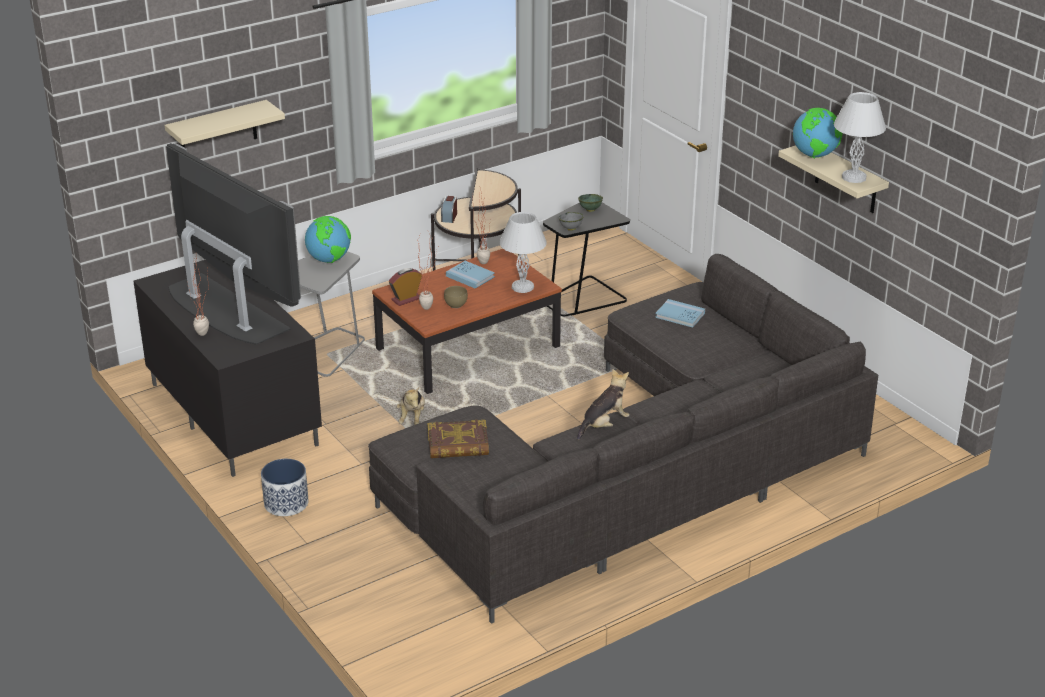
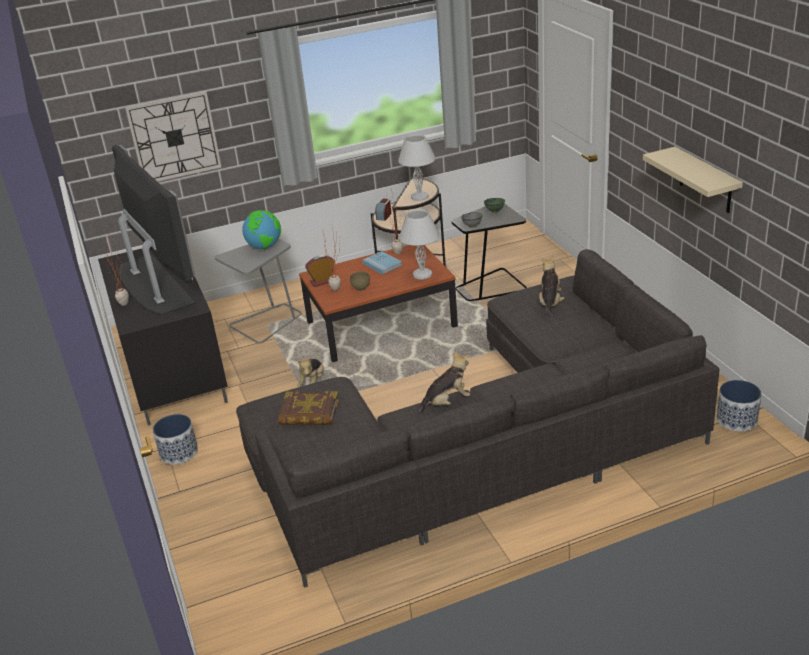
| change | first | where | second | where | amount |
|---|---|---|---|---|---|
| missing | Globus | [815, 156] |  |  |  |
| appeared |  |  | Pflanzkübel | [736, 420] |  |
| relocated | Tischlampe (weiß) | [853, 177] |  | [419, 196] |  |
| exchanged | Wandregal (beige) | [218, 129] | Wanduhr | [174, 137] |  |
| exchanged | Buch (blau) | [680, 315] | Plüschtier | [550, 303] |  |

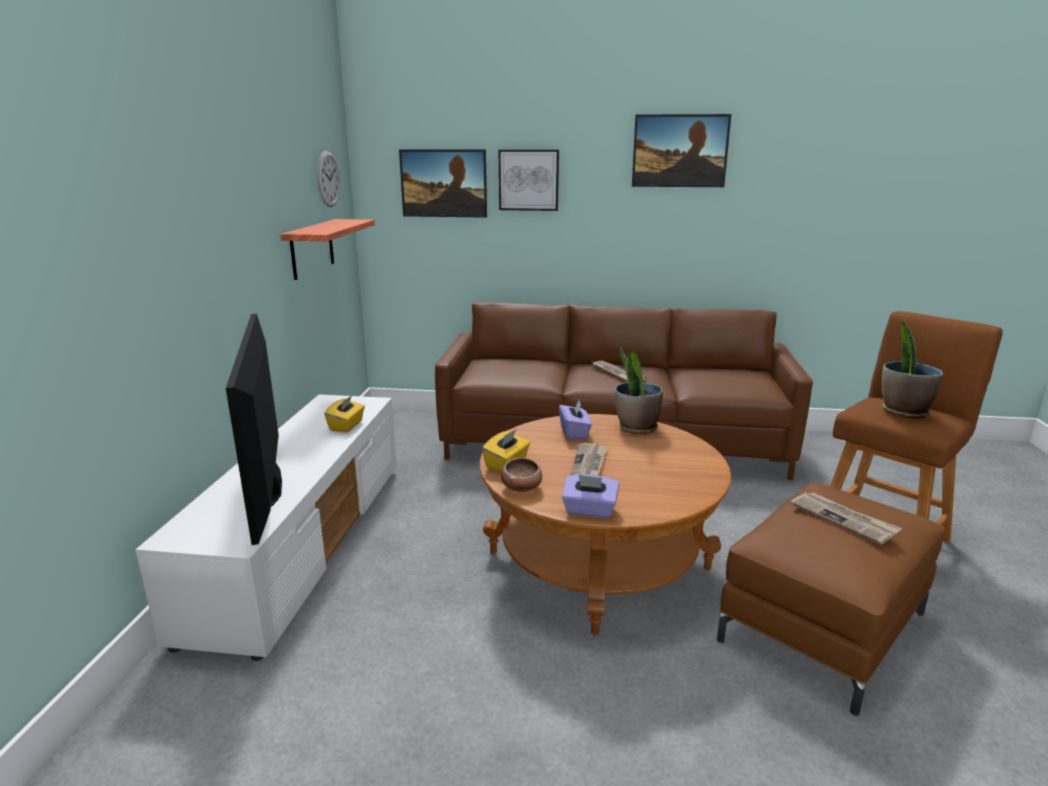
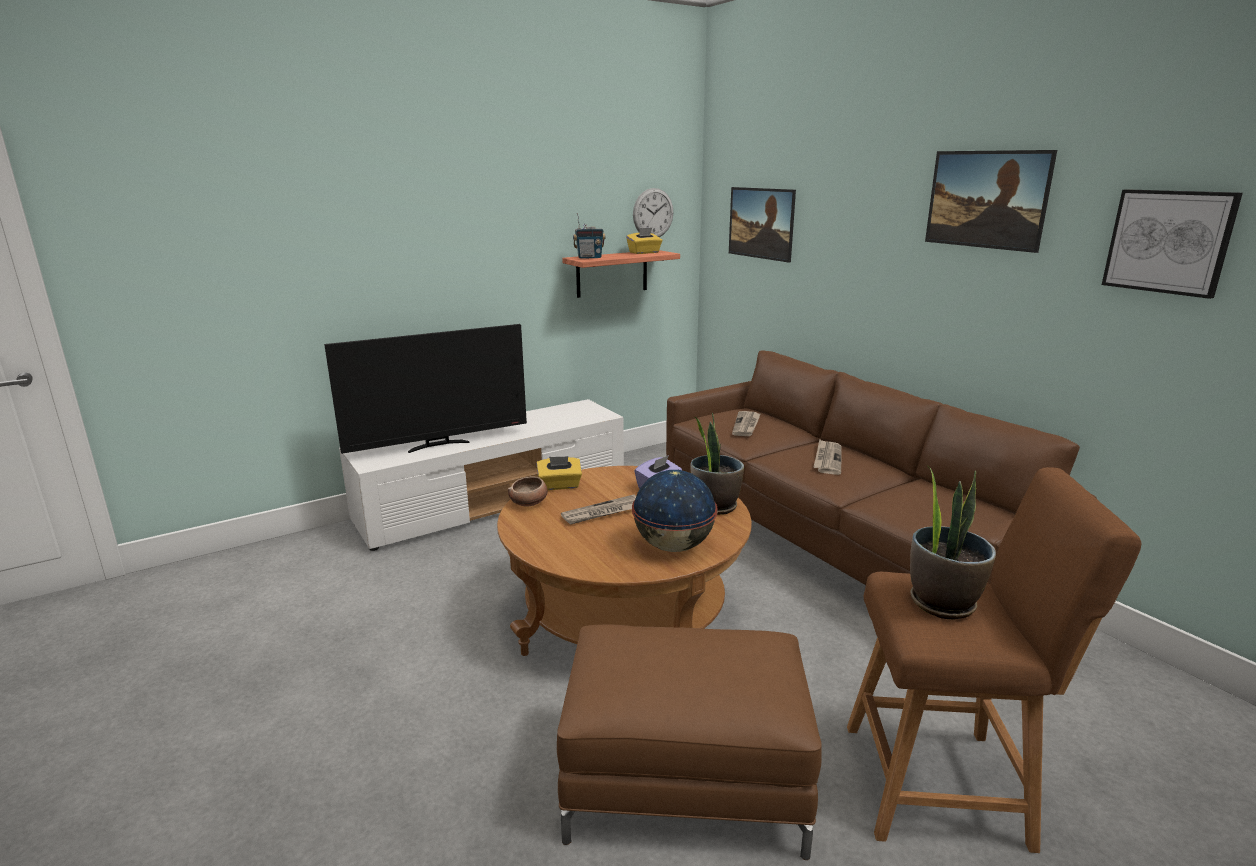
| change | first | where | second | where | amount |
|---|---|---|---|---|---|
| missing | Taschentuchbox (lila) | [589, 511] |  |  |  |
| appeared |  |  | Radio | [589, 258] |  |
| appeared |  |  | Globus | [674, 546] |  |
| relocated | Taschentuchbox (gelb) | [347, 426] |  | [644, 252] |  |
| relocated | Bild | [528, 180] |  | [1169, 241] |  |
| relocated | Zeitung | [843, 519] |  | [746, 425] |  |
| spun | Fernseher | [271, 490] |  | [438, 445] | 150 degrees counterclockwise |

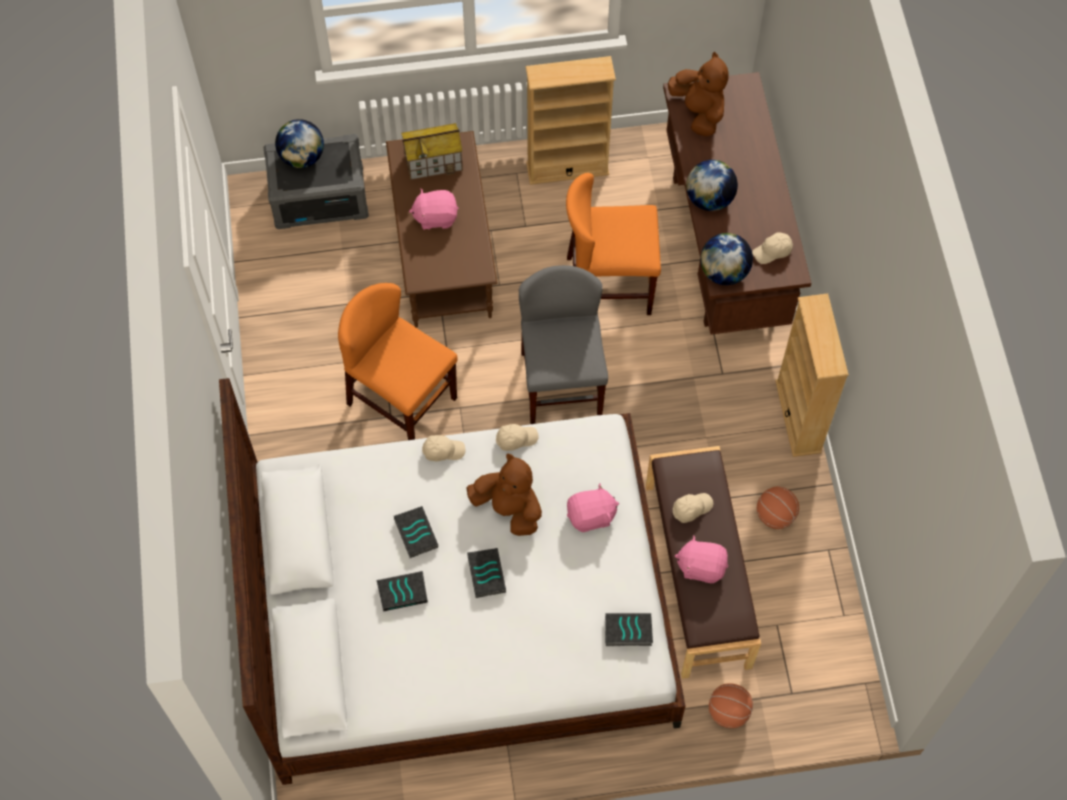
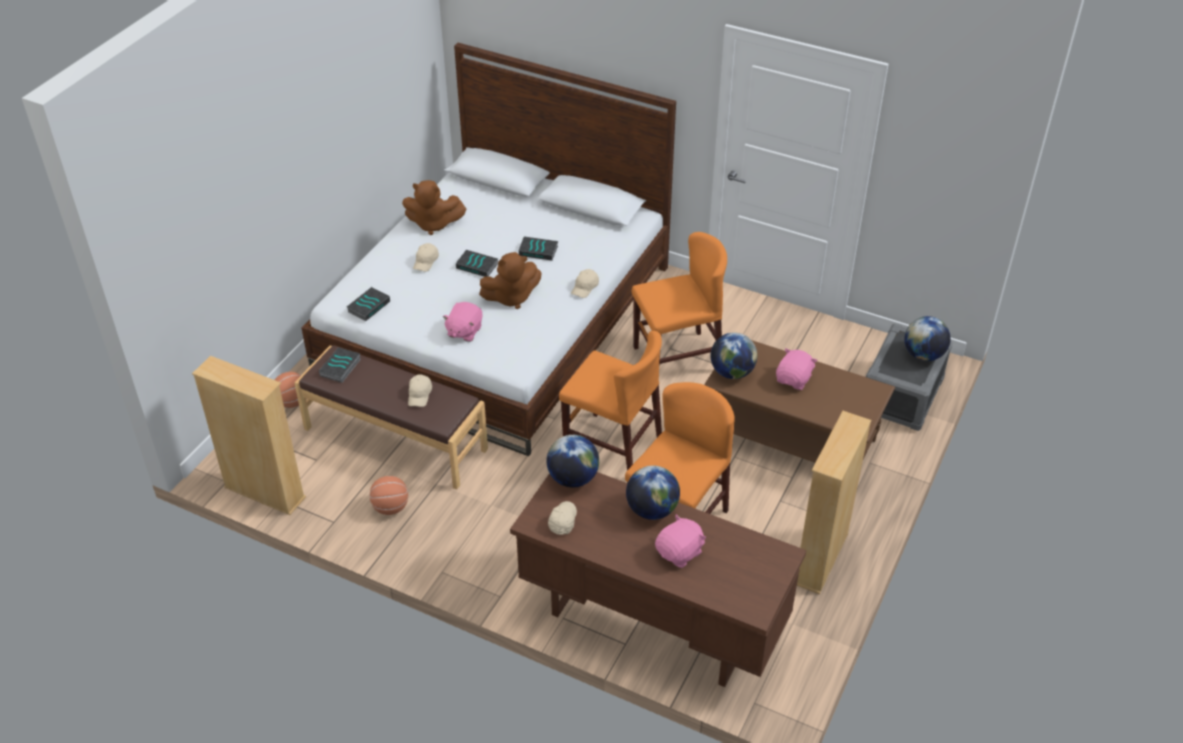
| change | first | where | second | where | amount |
|---|---|---|---|---|---|
| missing | Spielzeughaus | [434, 162] |  |  |  |
| appeared |  |  | Globus | [732, 372] |  |
| relocated | Buch | [403, 591] |  | [341, 368] |  |
| relocated | Kappe (beige) | [516, 439] |  | [426, 262] |  |
| relocated | Plüschtier (braun) | [698, 112] |  | [433, 224] |  |
| relocated | Plüschtier (rosa) | [701, 566] |  | [680, 552] |  |
| relocated | Bücherregal (beige) | [798, 416] |  | [265, 492] |  |
| colour | Stuhl (grau) | [561, 385] | Stuhl (orange) | [612, 446] |  |

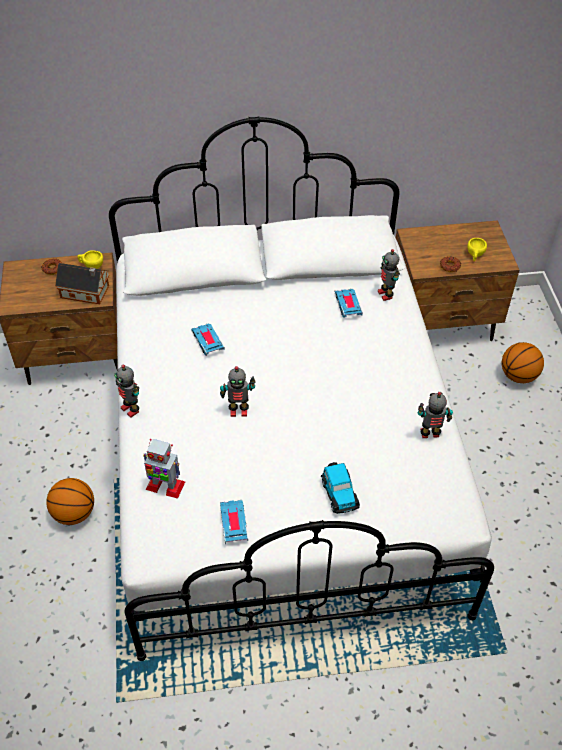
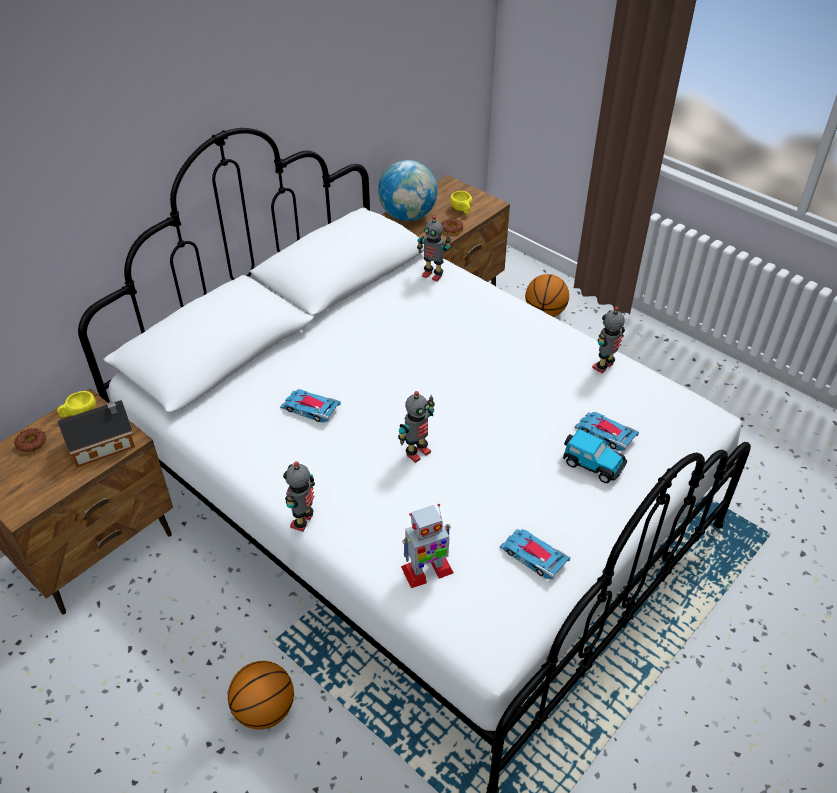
| change | first | where | second | where | amount |
|---|---|---|---|---|---|
| appeared |  |  | Globus | [408, 216] |  |
| relocated | Spielzeugauto | [348, 305] |  | [605, 434] |  |
| spun | Spielzeugroboter | [131, 409] |  | [303, 522] | 105 degrees clockwise |

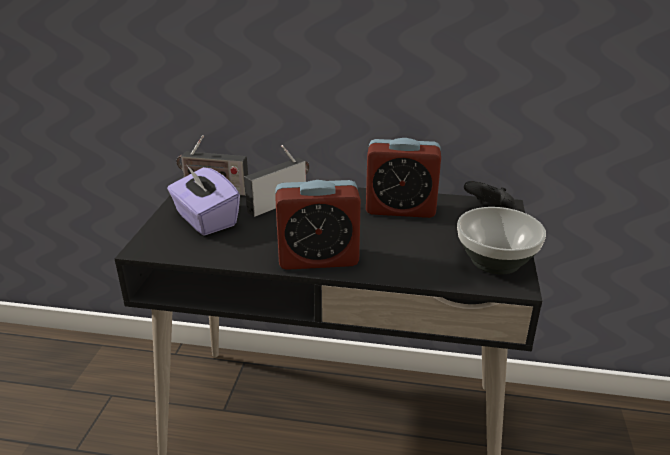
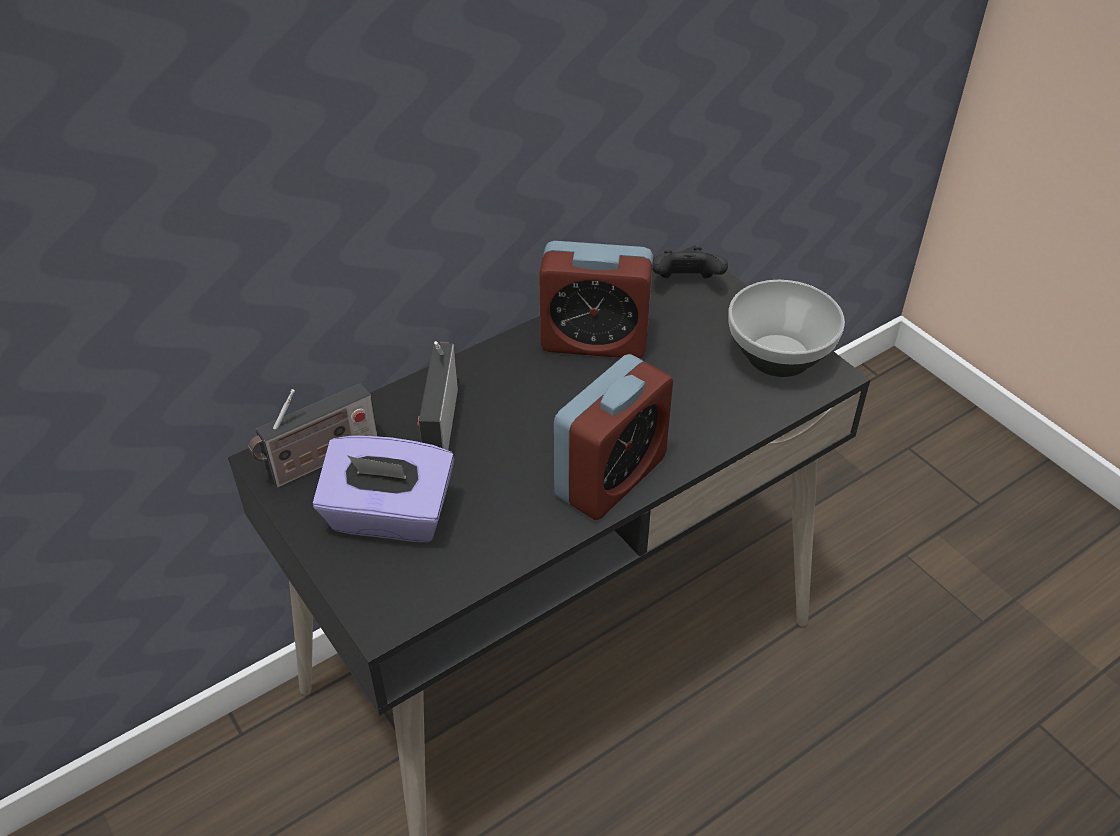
| change | first | where | second | where | amount |
|---|---|---|---|---|---|
| spun | Wecker | [400, 209] |  | [594, 340] | 45 degrees clockwise |

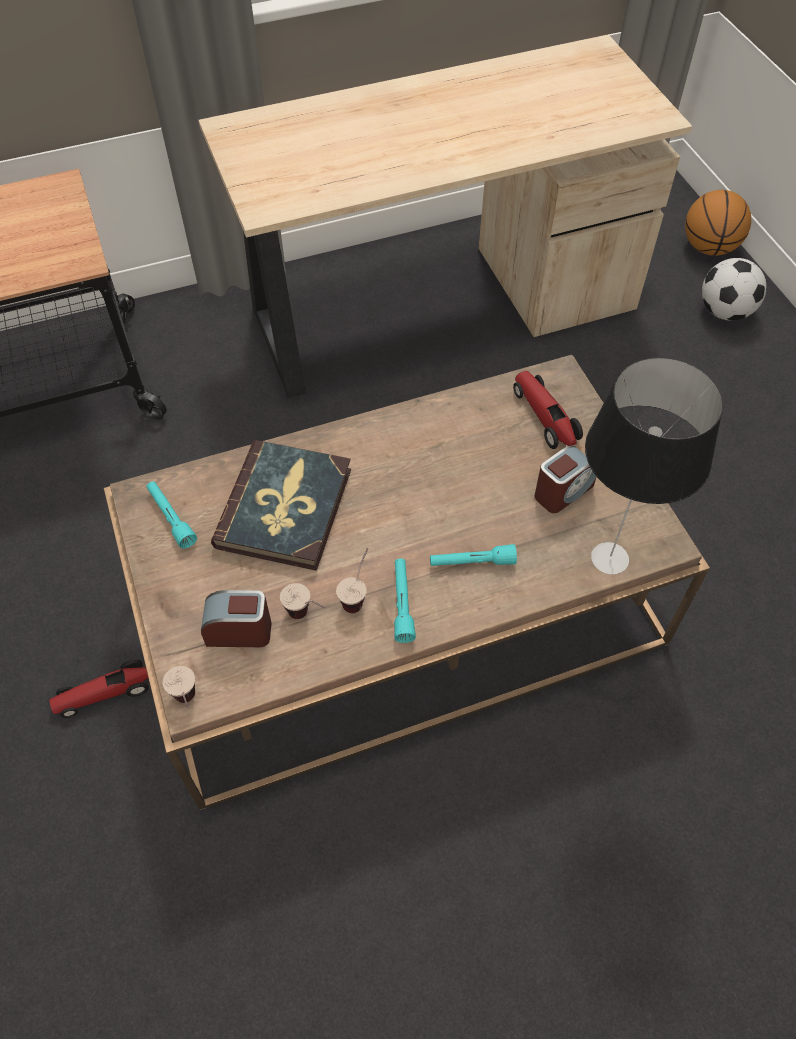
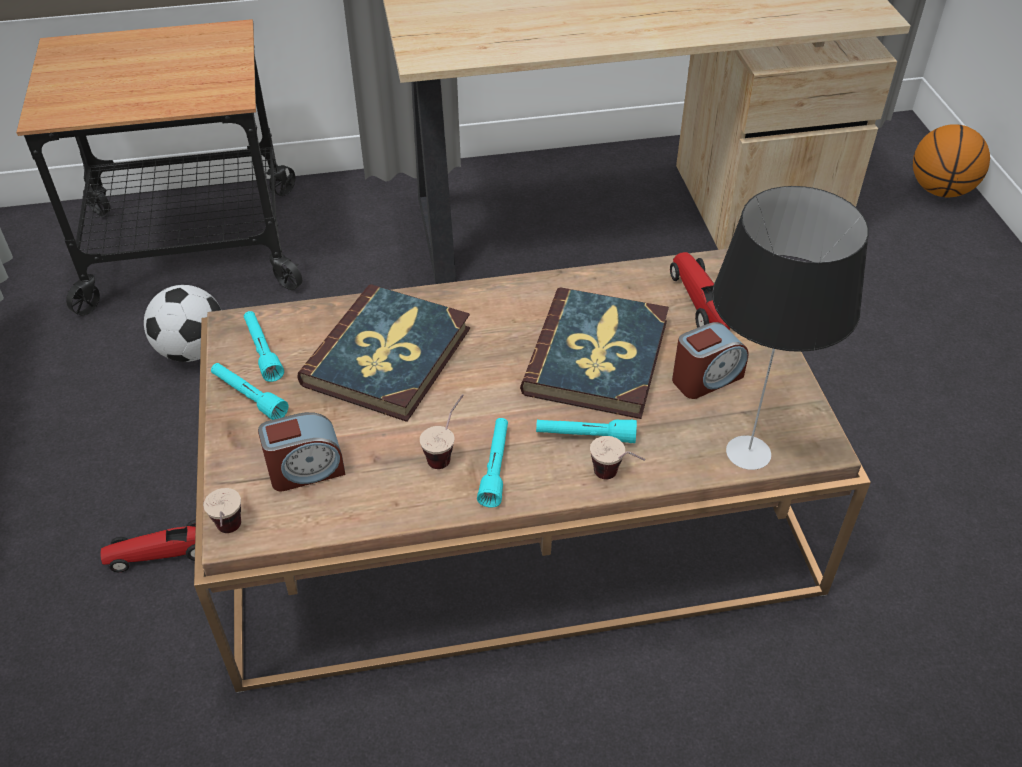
| change | first | where | second | where | amount |
|---|---|---|---|---|---|
| appeared |  |  | Taschenlampe (türkis) | [249, 397] |  |
| appeared |  |  | Buch | [597, 357] |  |
| relocated | Tasse | [307, 617] |  | [616, 479] |  |
| relocated | Fußball | [725, 311] |  | [193, 350] |  |
| spun | Wecker | [239, 631] |  | [306, 470] | 150 degrees clockwise |

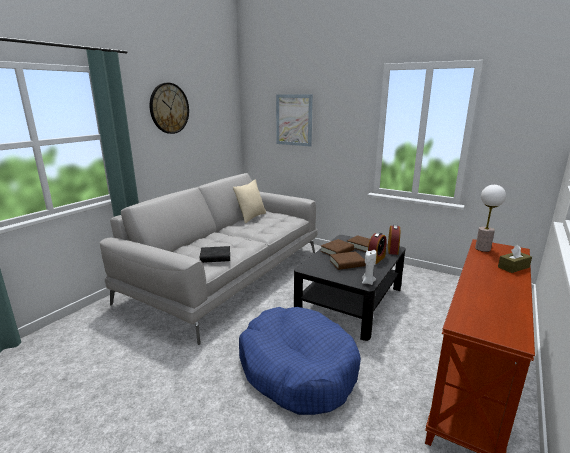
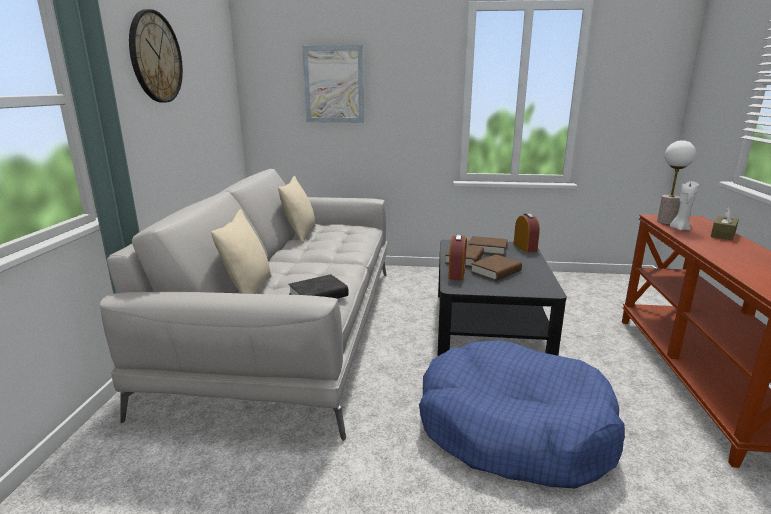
| change | first | where | second | where | amount |
|---|---|---|---|---|---|
| appeared |  |  | Kissen (beige) | [249, 290] |  |
| relocated | Kerze (weiß) | [368, 282] |  | [679, 229] |  |
| relocated | Wecker | [376, 259] |  | [456, 273] |  |

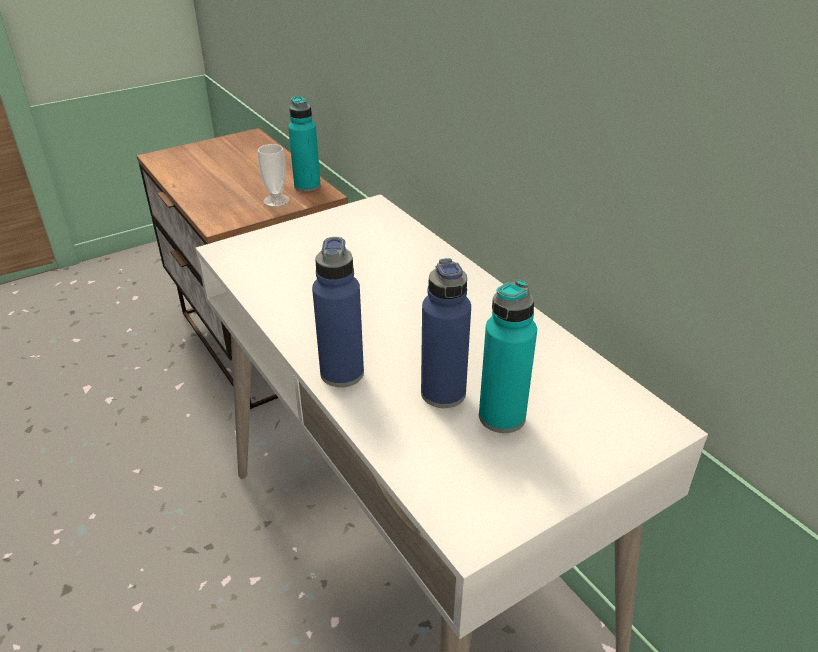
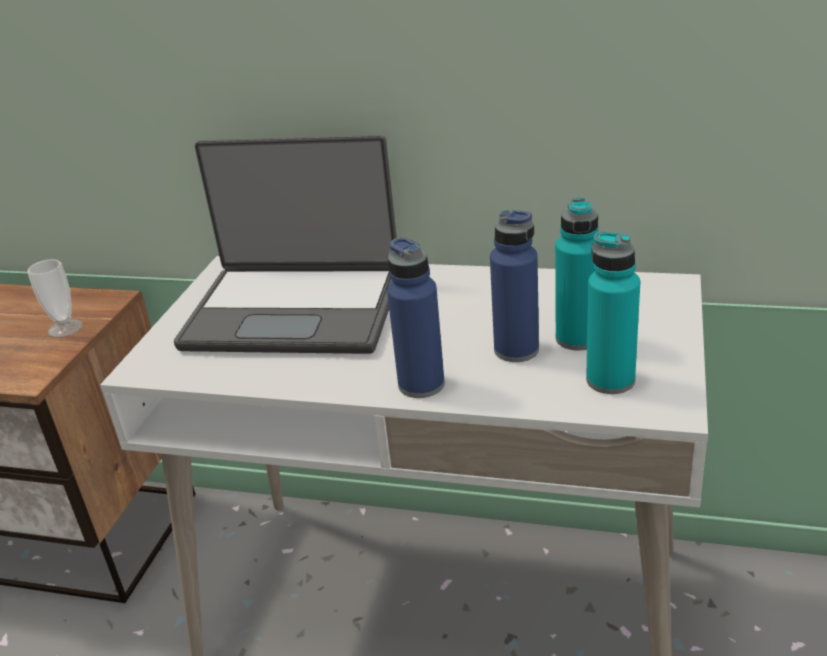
| change | first | where | second | where | amount |
|---|---|---|---|---|---|
| appeared |  |  | Laptop | [295, 310] |  |
| relocated | Flasche (türkis) | [307, 186] |  | [610, 380] |  |

